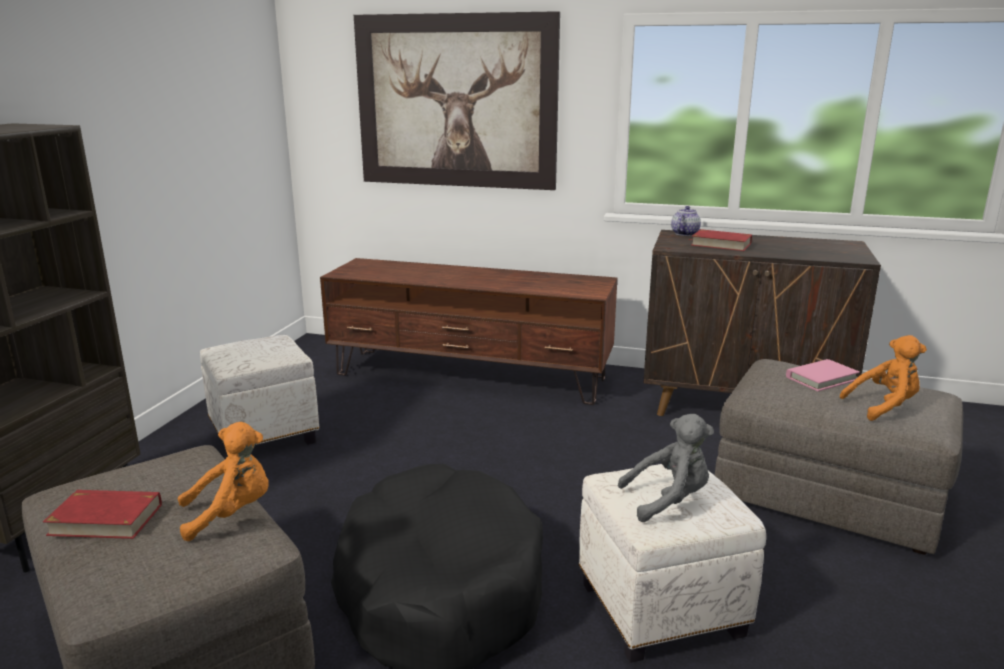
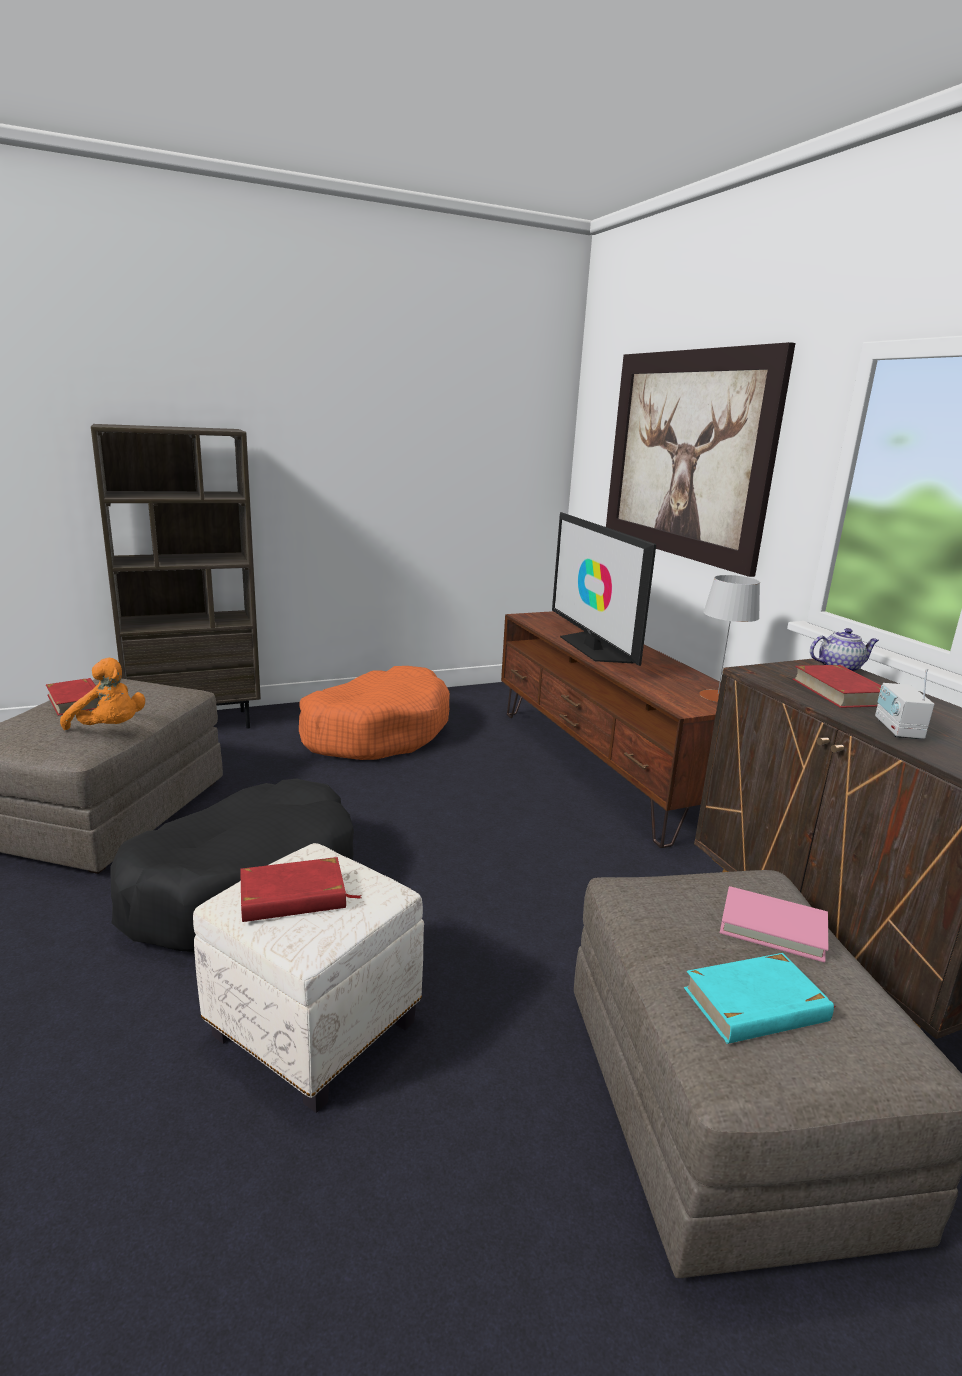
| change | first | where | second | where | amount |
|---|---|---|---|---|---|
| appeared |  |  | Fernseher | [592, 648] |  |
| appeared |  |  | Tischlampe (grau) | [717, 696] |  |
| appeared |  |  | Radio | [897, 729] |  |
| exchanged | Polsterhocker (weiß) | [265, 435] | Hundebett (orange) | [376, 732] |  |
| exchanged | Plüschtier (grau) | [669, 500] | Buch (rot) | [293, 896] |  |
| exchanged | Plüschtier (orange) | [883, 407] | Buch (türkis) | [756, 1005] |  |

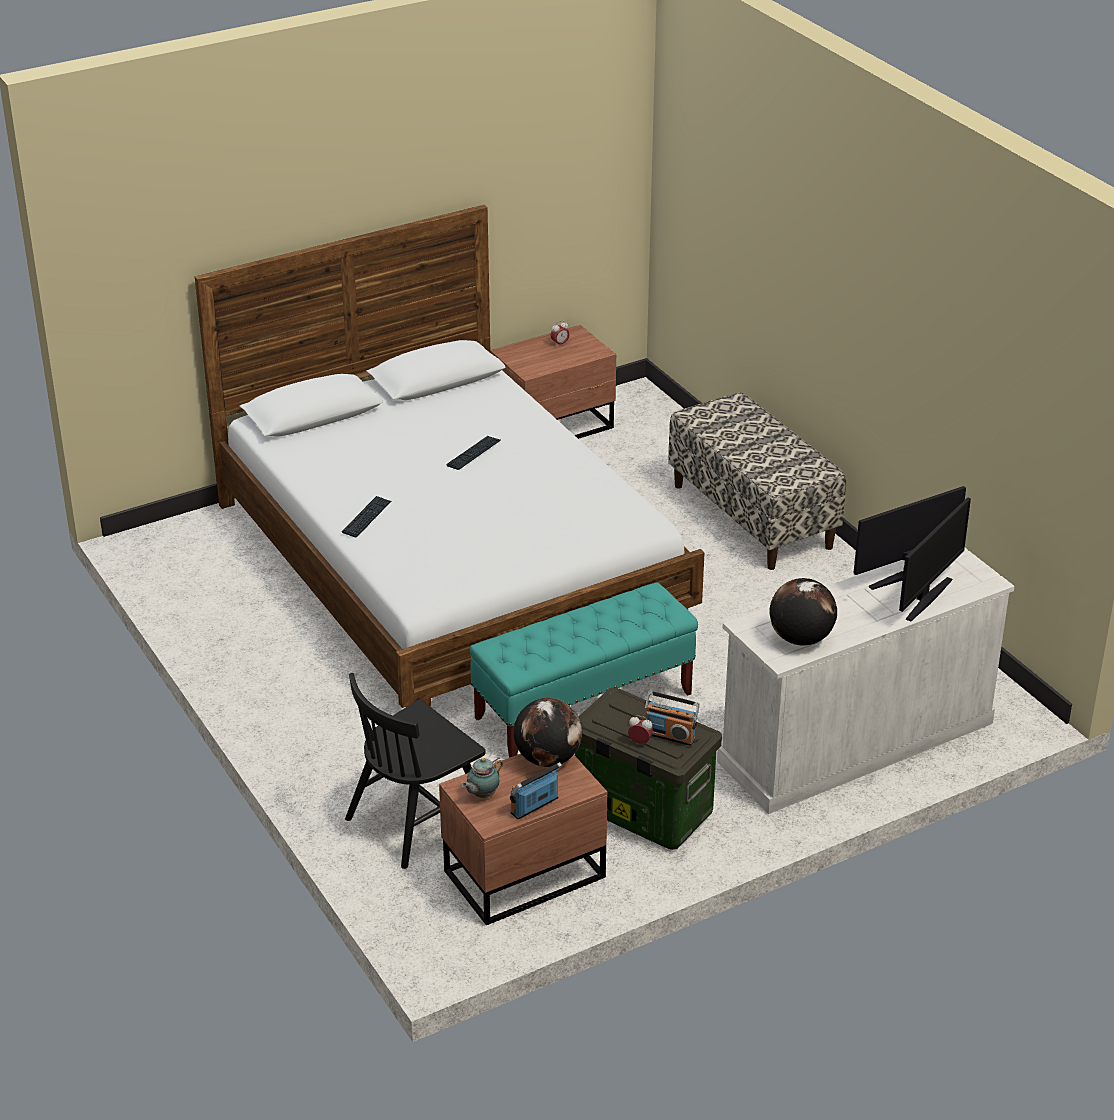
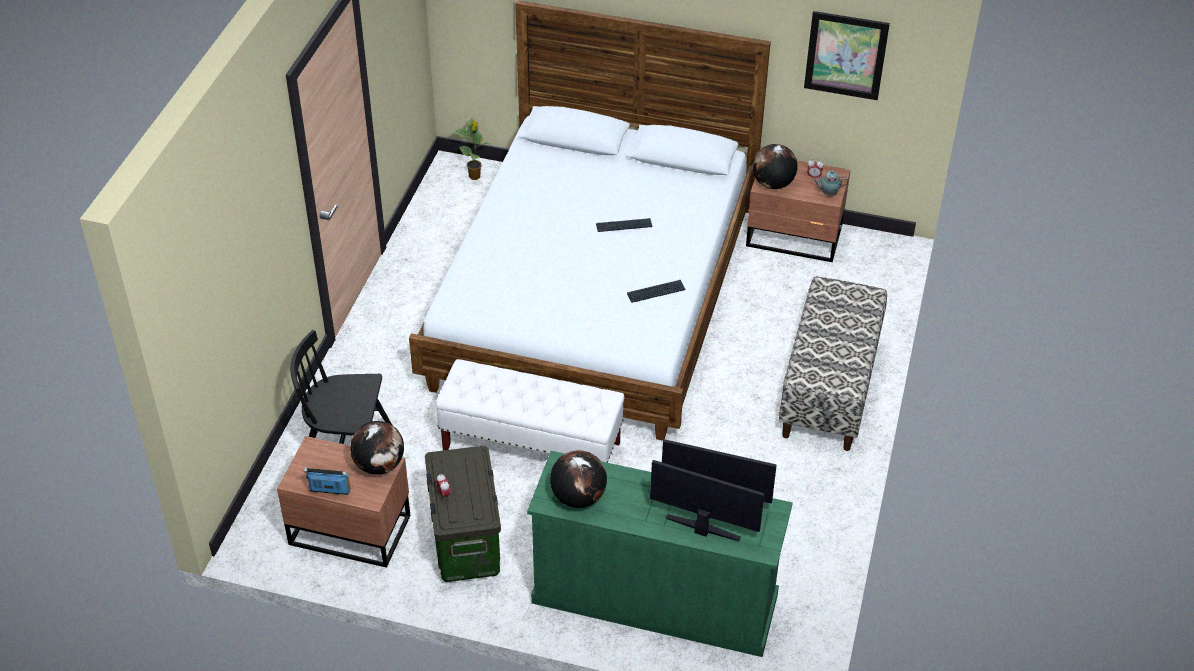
| change | first | where | second | where | amount |
|---|---|---|---|---|---|
| missing | Radio | [670, 735] |  |  |  |
| appeared |  |  | Topfpflanze | [475, 176] |  |
| appeared |  |  | Globus | [772, 184] |  |
| appeared |  |  | Bild | [846, 55] |  |
| relocated | Tastatur | [367, 518] |  | [656, 292] |  |
| relocated | Teekanne | [482, 795] |  | [828, 194] |  |
| colour | Bank (türkis) | [584, 706] | Bank (weiß) | [532, 448] |  |
| colour | Kommode (weiß) | [855, 743] | Kommode (grün) | [653, 599] |  |
| spun | Monitor | [926, 598] |  | [702, 530] | 150 degrees counterclockwise |

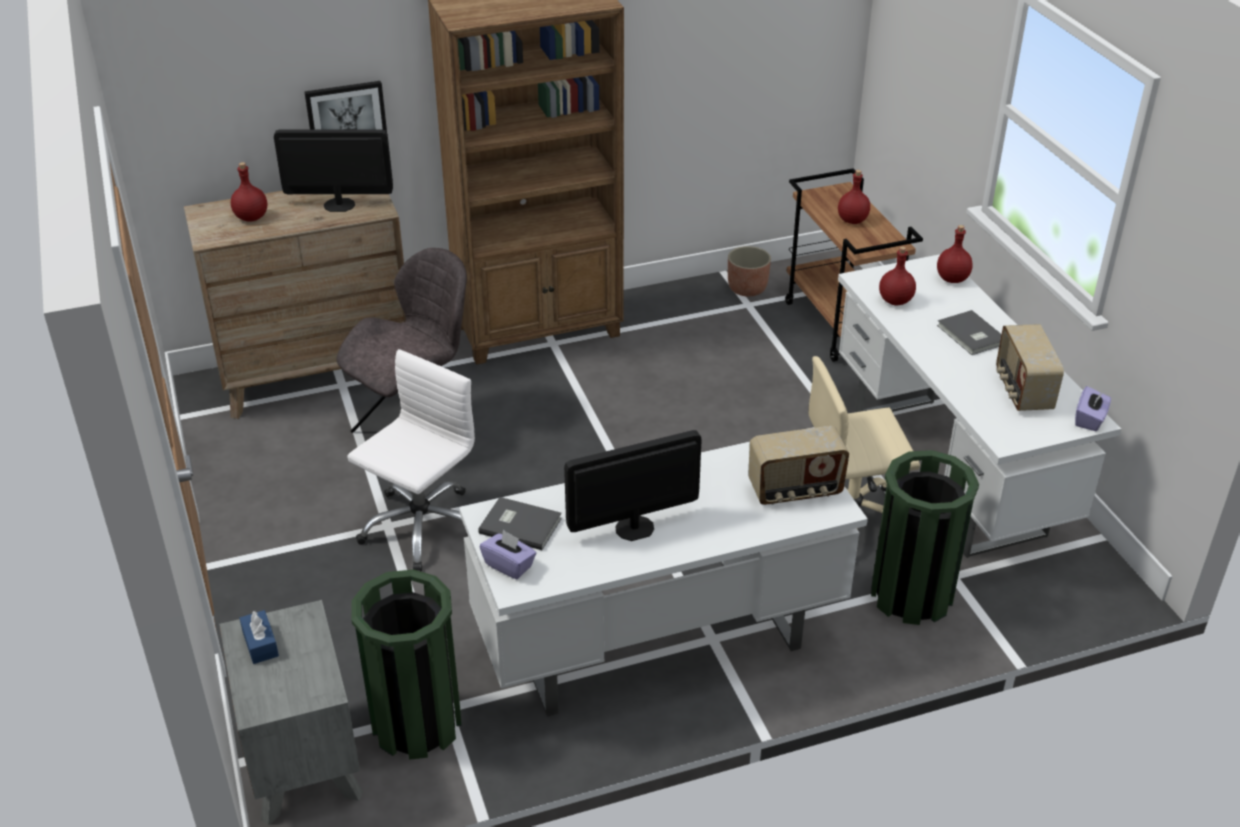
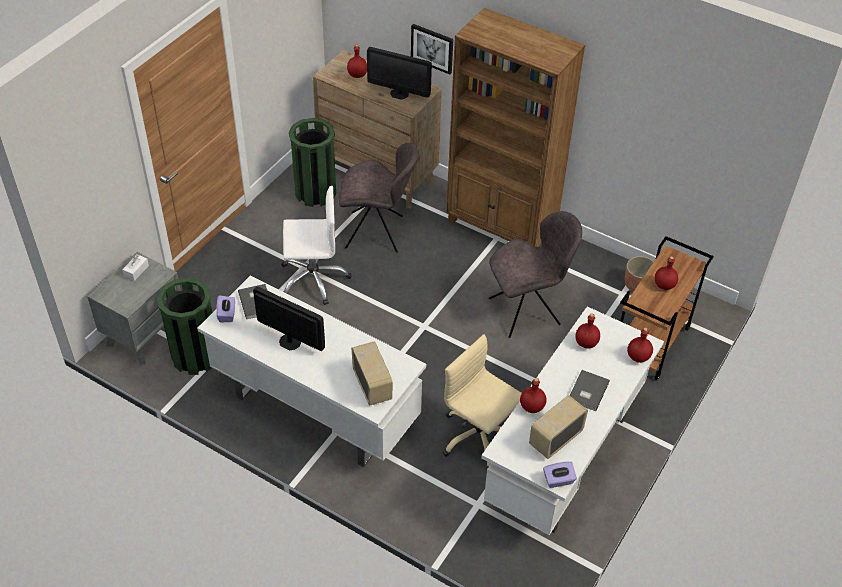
| change | first | where | second | where | amount |
|---|---|---|---|---|---|
| appeared |  |  | Stuhl (grau) | [527, 311] |  |
| appeared |  |  | Flasche (rot) | [532, 407] |  |
| relocated | Mülleimer (grün) | [911, 595] |  | [315, 192] |  |
| colour | Taschentuchbox (blau) | [260, 644] | Taschentuchbox (weiß) | [136, 271] |  |
| spun | Monitor | [339, 205] |  | [399, 93] | 150 degrees clockwise |
| spun | Radio | [795, 491] |  | [372, 385] | 150 degrees counterclockwise |

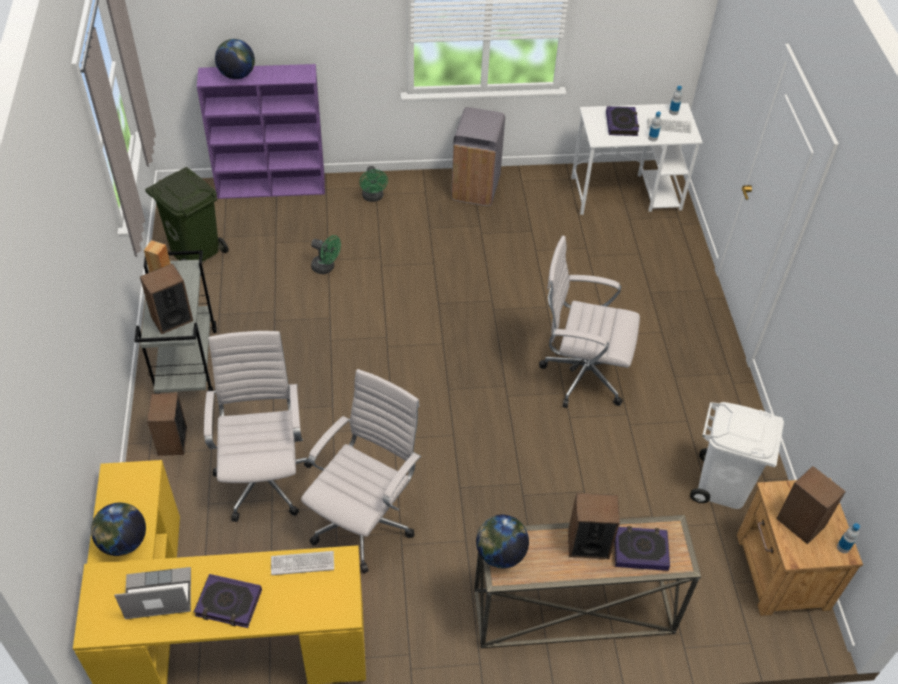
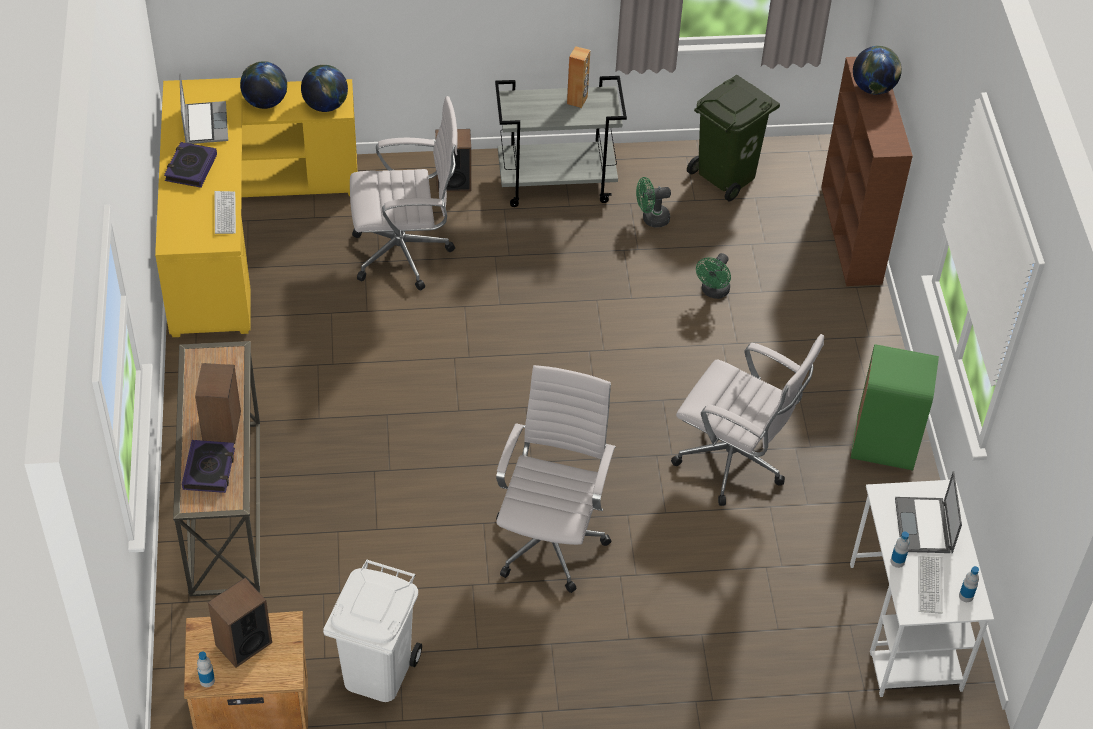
| change | first | where | second | where | amount |
|---|---|---|---|---|---|
| missing | Lautsprecher | [171, 319] |  |  |  |
| relocated | Bürostuhl (weiß) | [365, 521] |  | [735, 463] |  |
| relocated | Ventilator (grün) | [373, 197] |  | [651, 219] |  |
| relocated | Globus | [500, 554] |  | [325, 105] |  |
| exchanged | Buch | [621, 124] | Laptop | [924, 526] |  |
| colour | Bücherregal (lila) | [272, 187] | Bücherregal (braun) | [851, 235] |  |
| colour | Mülleimer (grau) | [476, 188] | Mülleimer (grün) | [884, 445] |  |

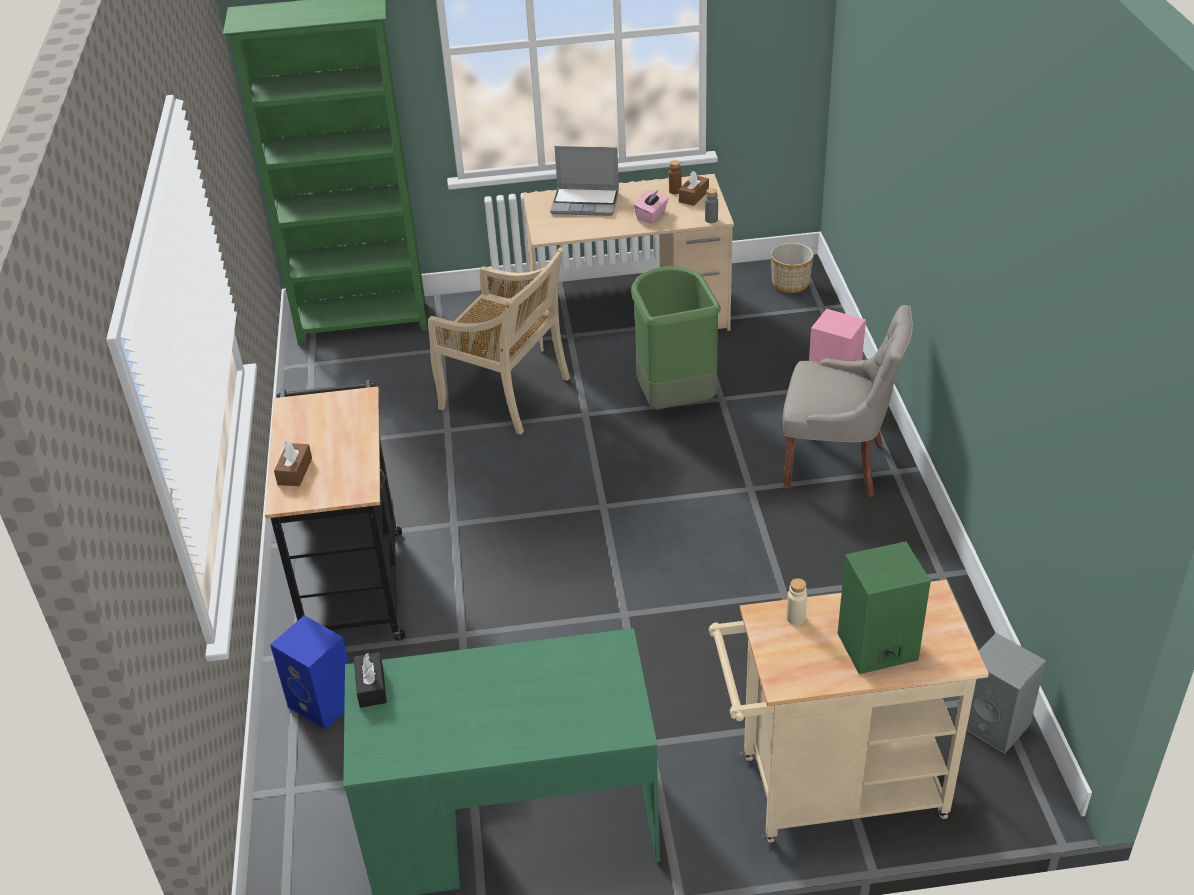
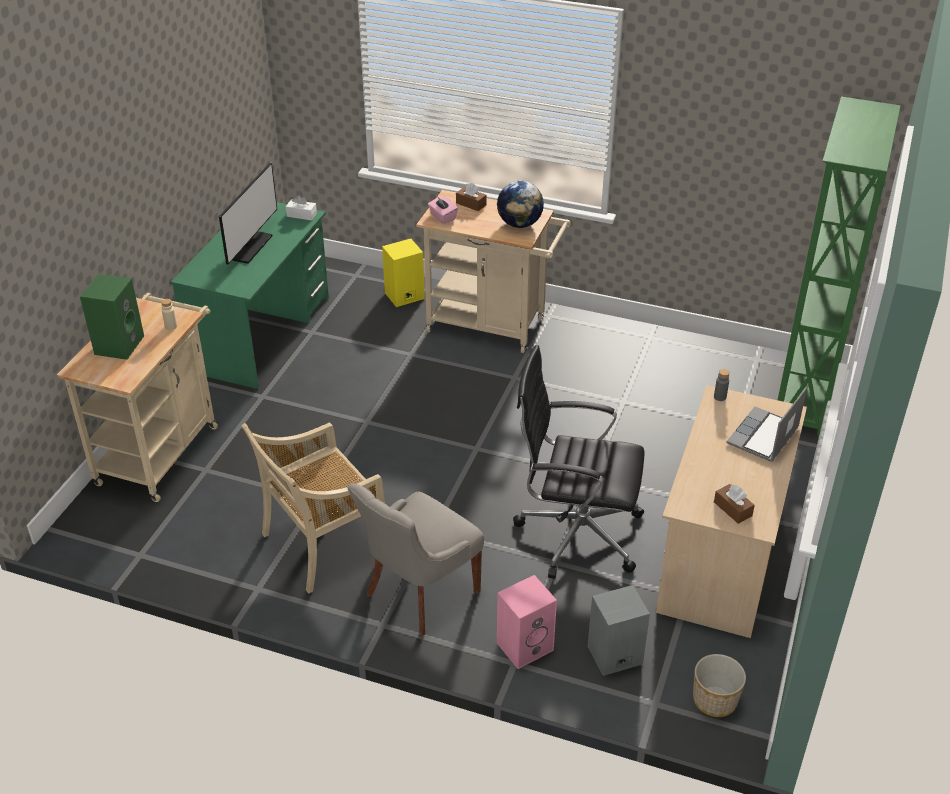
| change | first | where | second | where | amount |
|---|---|---|---|---|---|
| missing | Flasche (braun) | [675, 191] |  |  |  |
| appeared |  |  | Monitor | [249, 247] |  |
| appeared |  |  | Globus | [519, 224] |  |
| relocated | Stuhl (beige) | [507, 394] |  | [323, 545] |  |
| relocated | Taschentuchbox (rosa) | [651, 215] |  | [442, 217] |  |
| relocated | Flasche (grau) | [711, 220] |  | [720, 397] |  |
| relocated | Lautsprecher (grau) | [995, 724] |  | [614, 656] |  |
| exchanged | Mülleimer (grün) | [673, 399] | Bürostuhl (schwarz) | [576, 533] |  |
| colour | Rollwagen (schwarz) | [354, 581] | Rollwagen (beige) | [493, 326] |  |
| colour | Lautsprecher (blau) | [324, 703] | Lautsprecher (gelb) | [404, 296] |  |
| colour | Taschentuchbox (schwarz) | [371, 686] | Taschentuchbox (weiß) | [301, 215] |  |

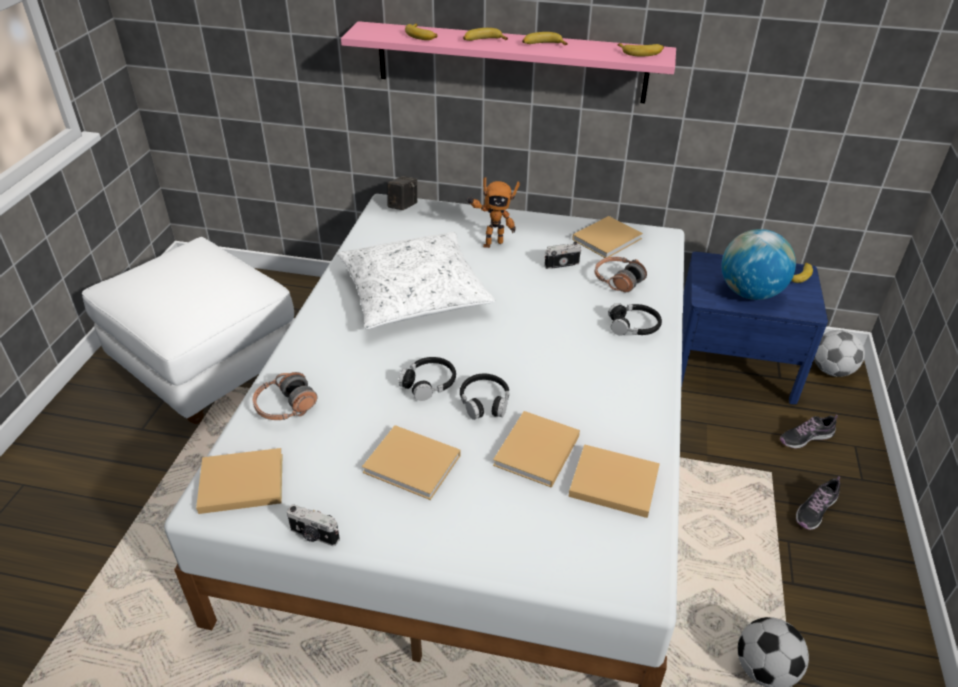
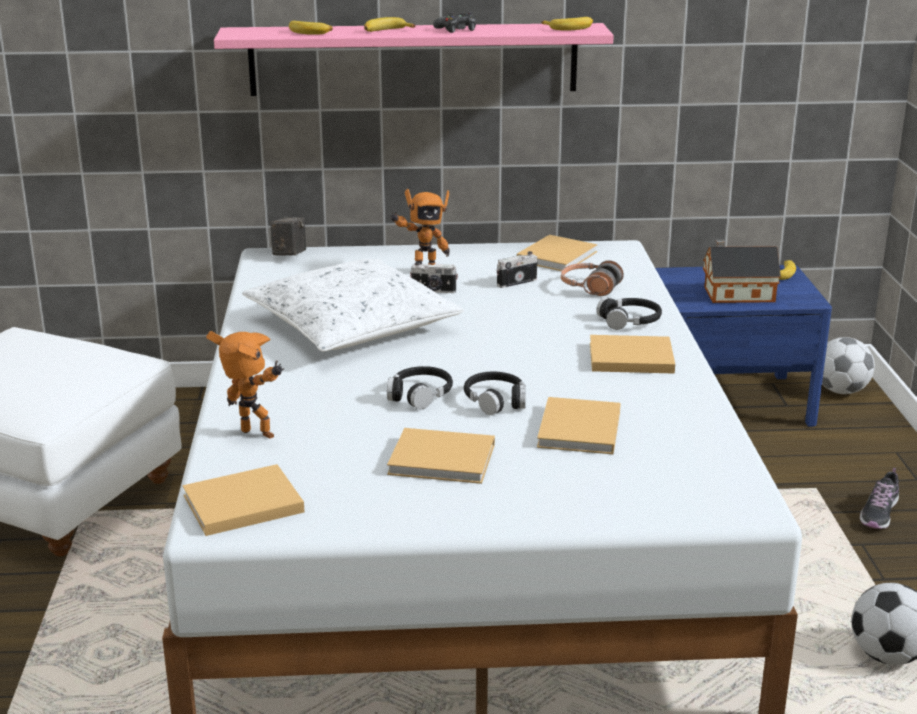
| change | first | where | second | where | amount |
|---|---|---|---|---|---|
| missing | Schuh | [805, 438] |  |  |  |
| relocated | Kamera | [314, 536] |  | [433, 291] |  |
| relocated | Buch (beige) | [611, 482] |  | [628, 358] |  |
| exchanged | Kopfhörer | [285, 406] | Spielzeugroboter | [254, 436] |  |
| exchanged | Banane | [543, 45] | Gamepad (schwarz) | [456, 29] |  |
| exchanged | Globus | [749, 293] | Spielzeughaus | [736, 294] |  |

